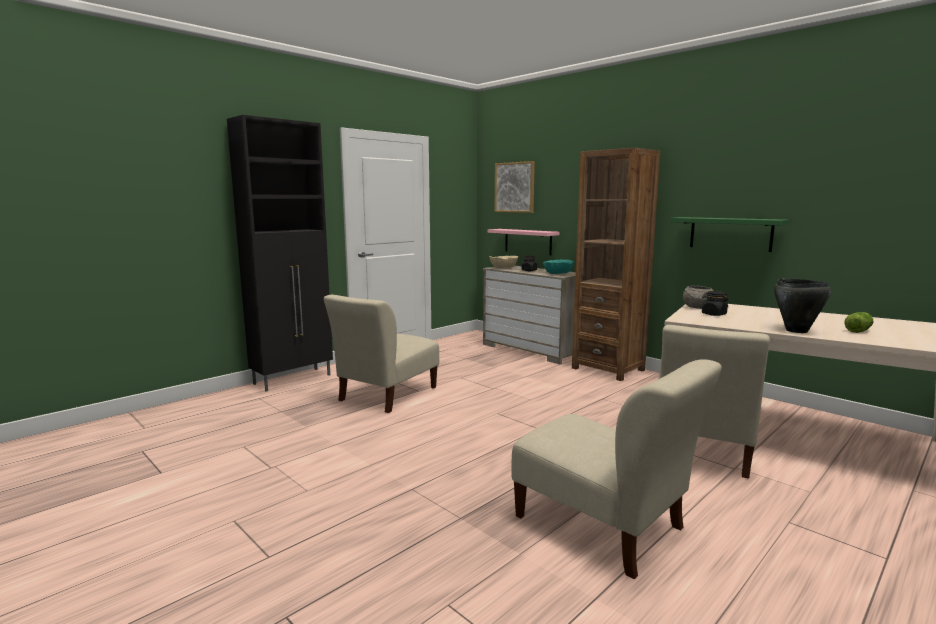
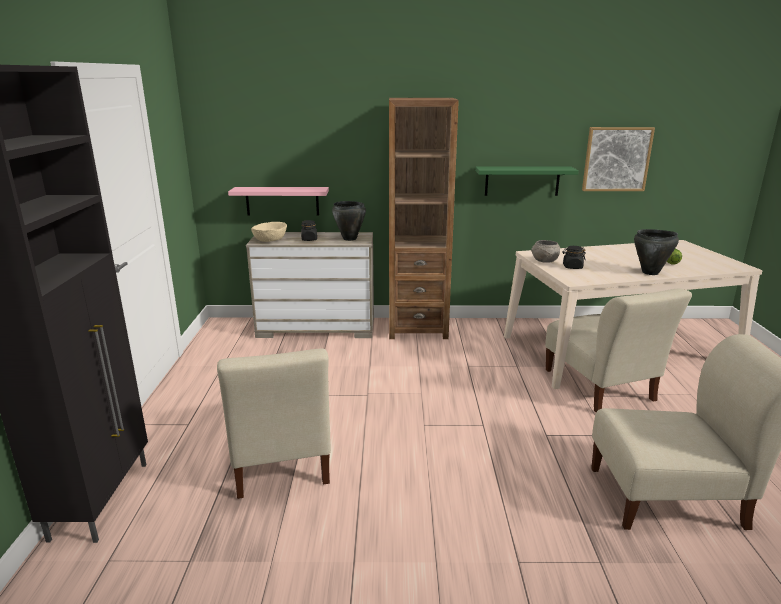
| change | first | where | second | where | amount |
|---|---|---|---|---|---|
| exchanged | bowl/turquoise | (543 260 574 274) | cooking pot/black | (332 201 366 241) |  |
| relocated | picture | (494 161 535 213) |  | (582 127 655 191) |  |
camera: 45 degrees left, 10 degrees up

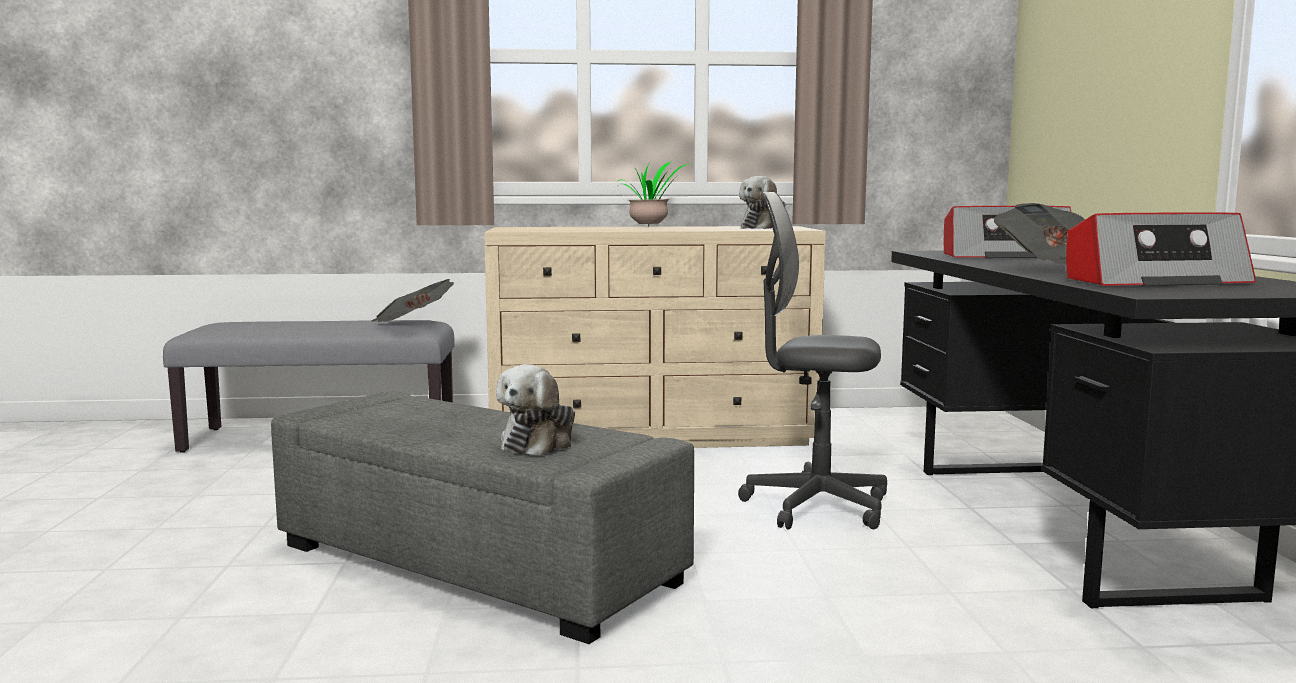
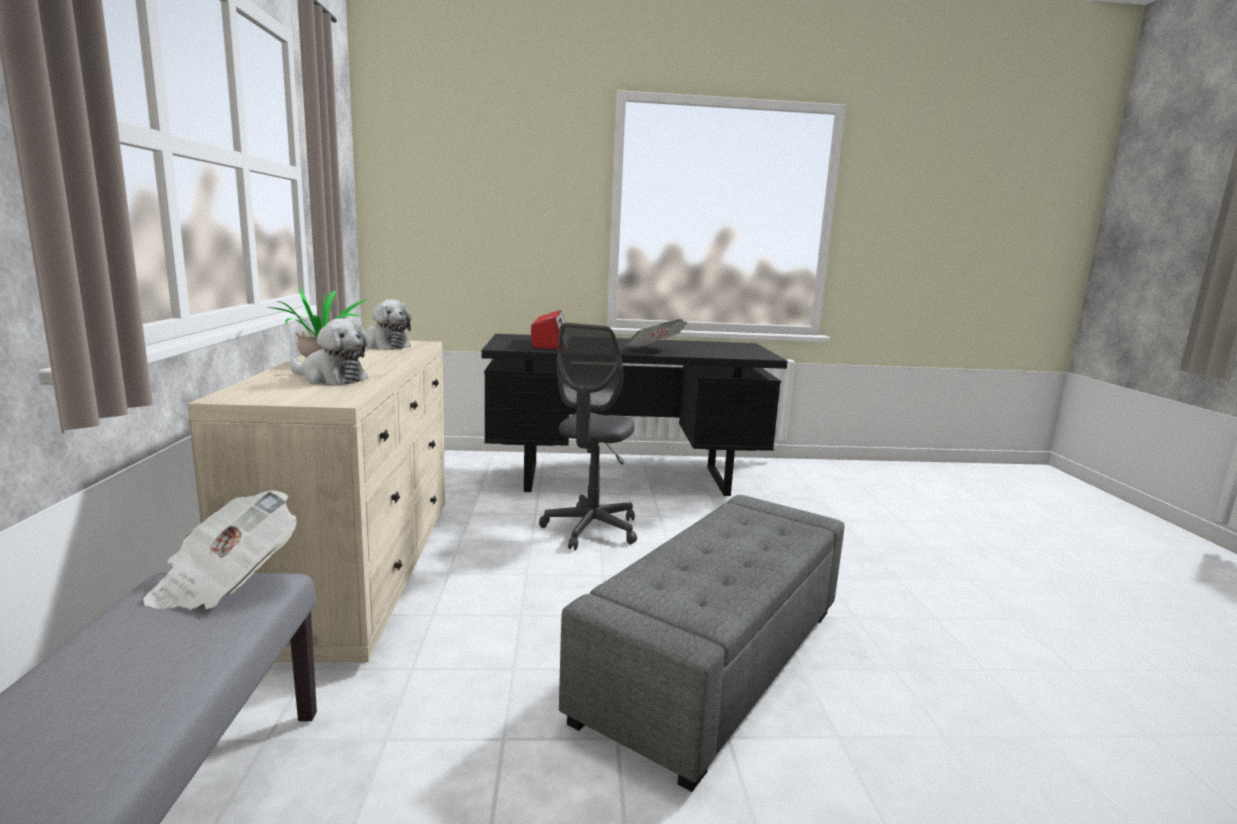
| change | first | where | second | where | amount |
|---|---|---|---|---|---|
| relocated | plush toy | (496 364 575 456) |  | (290 318 368 385) |  |
| missing | radio | (1066 212 1256 286) |  |  |  |
camera: 90 degrees left, 5 degrees up

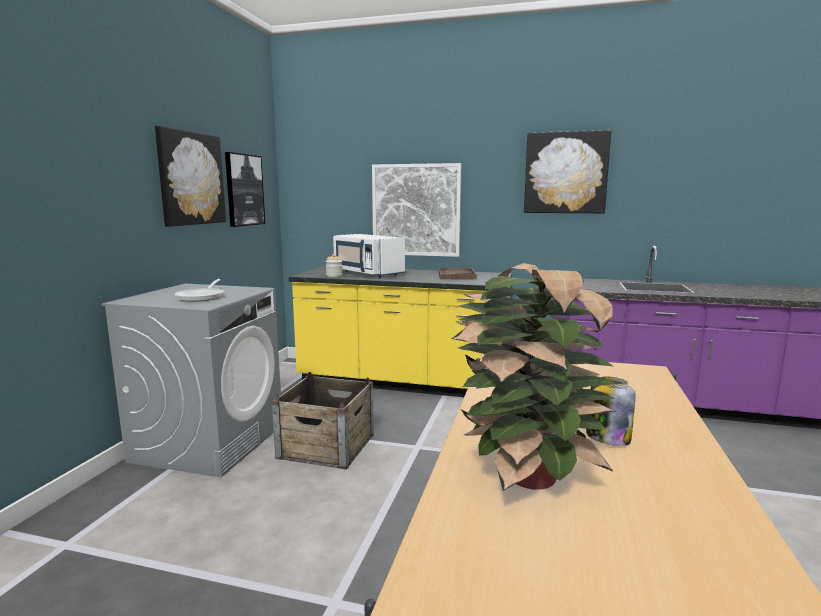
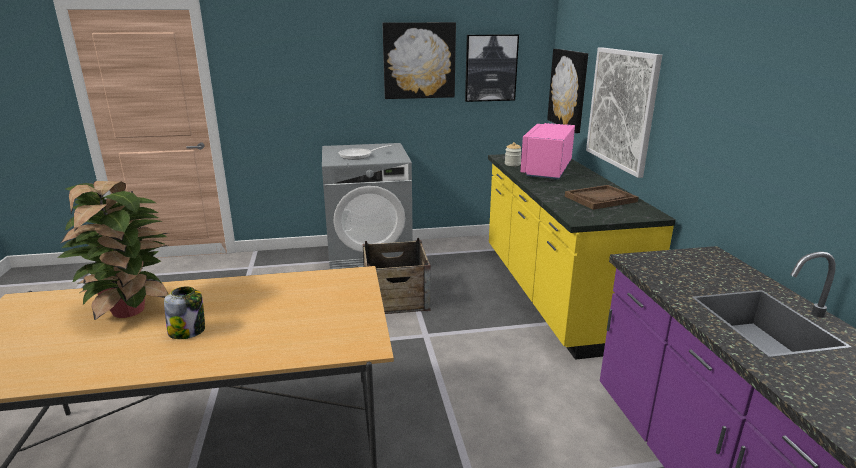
| change | first | where | second | where | amount |
|---|---|---|---|---|---|
| colour | microwave/white | (333 234 405 278) | microwave/pink | (521 123 575 180) |  |
| relocated | picture | (524 130 611 214) |  | (547 49 588 133) |  |
camera: 65 degrees right, 10 degrees up

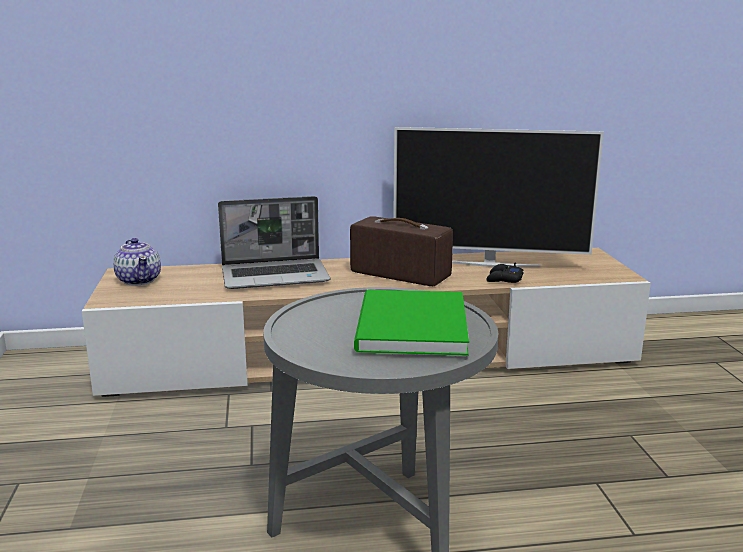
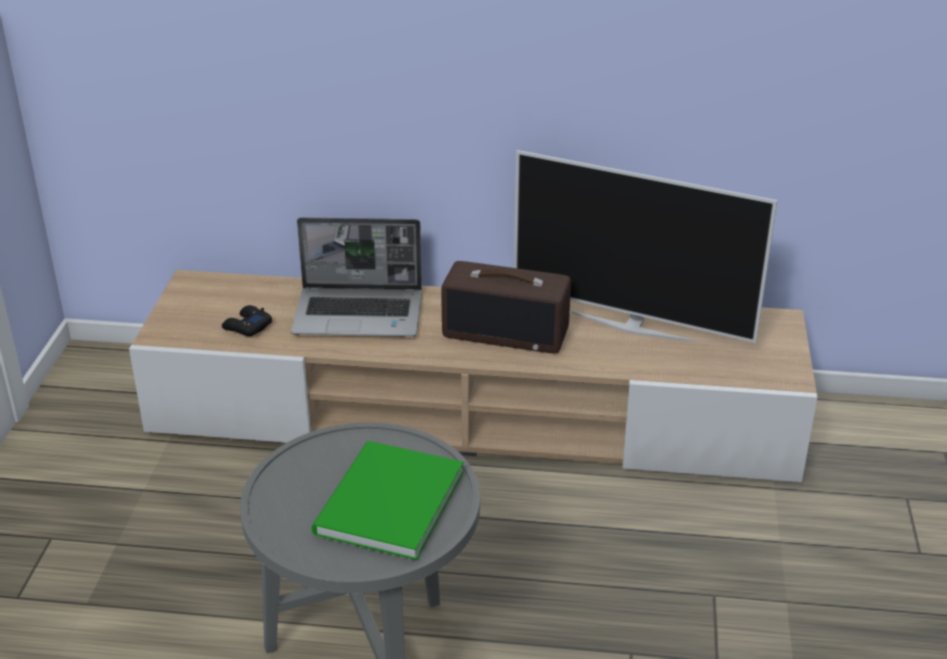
| change | first | where | second | where | amount |
|---|---|---|---|---|---|
| relocated | game controller/black | (487 263 524 283) |  | (222 305 272 336) |  |
| spun | radio | (350 216 453 286) |  | (441 261 571 354) | 150 degrees clockwise |
| missing | teapot | (113 238 161 286) |  |  |  |
camera: 15 degrees right, 15 degrees up

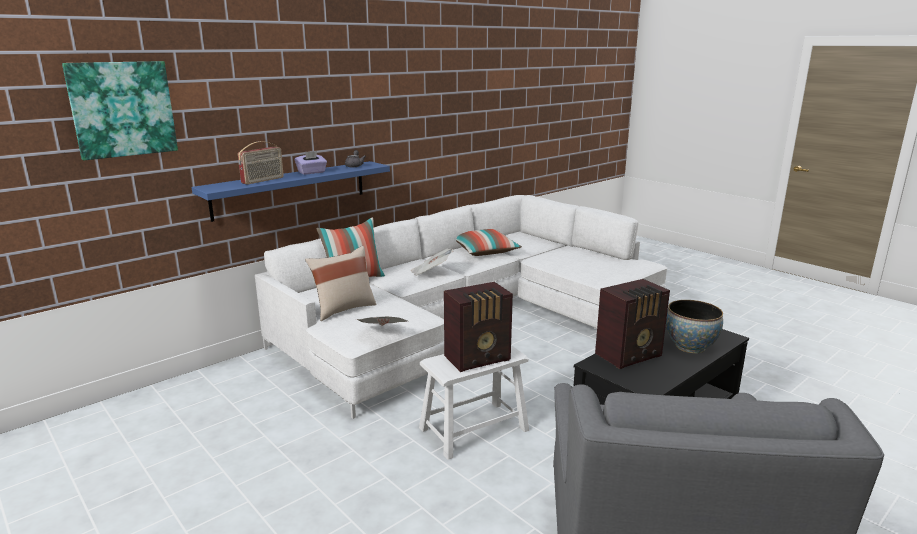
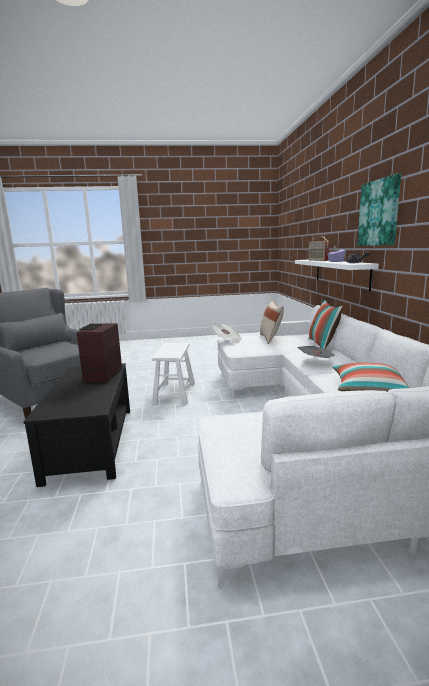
| change | first | where | second | where | amount |
|---|---|---|---|---|---|
| colour | shelf/blue | (192 161 390 222) | shelf/white | (295 260 379 292) |  |
| relocated | picture | (62 61 178 160) |  | (357 173 401 246) |  |
| missing | radio | (444 282 513 372) |  |  |  |
| missing | bowl | (666 300 723 353) |  |  |  |
camera: 125 degrees right, 5 degrees down

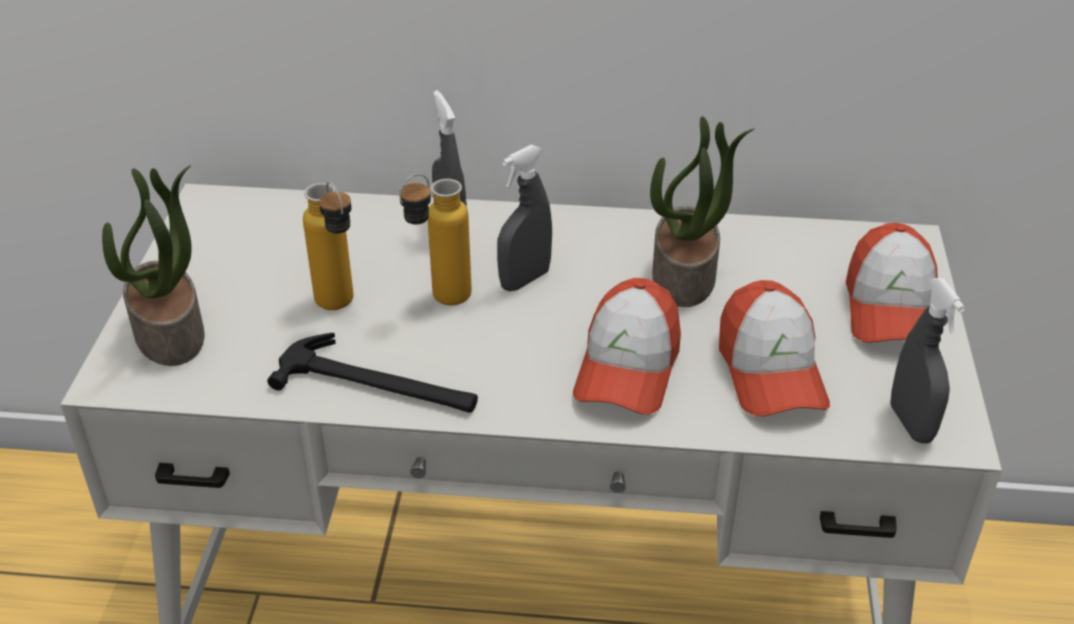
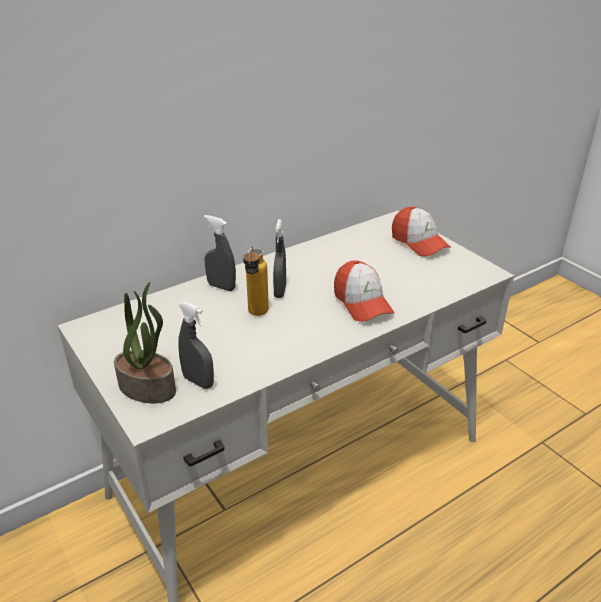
| change | first | where | second | where | amount |
|---|---|---|---|---|---|
| relocated | spray bottle/grey | (890 278 965 444) |  | (178 301 214 389) |  |
| missing | hammer | (267 333 478 413) |  |  |  |
| missing | bottle | (303 182 353 310) |  |  |  |
| missing | potted plant | (650 116 754 307) |  |  |  |
| missing | cap | (719 280 830 416) |  |  |  |
camera: 40 degrees left, 5 degrees down

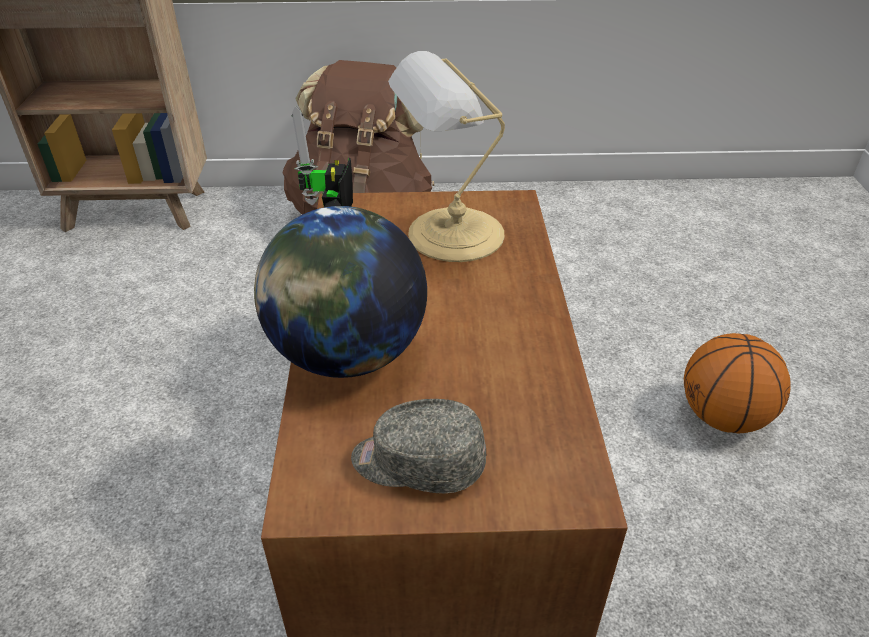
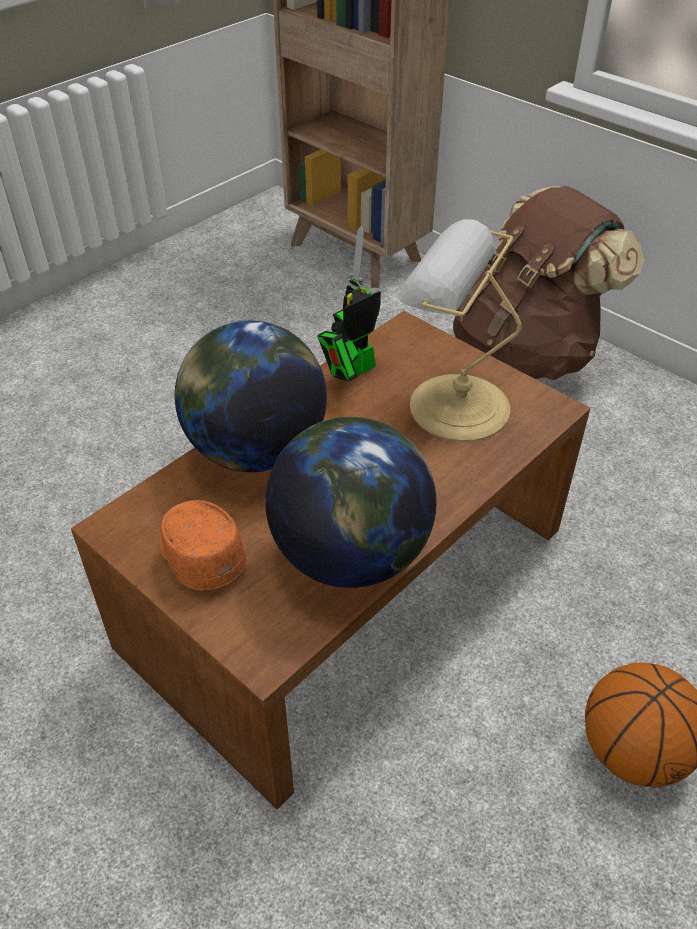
| change | first | where | second | where | amount |
|---|---|---|---|---|---|
| colour | cap/grey | (351 399 486 493) | cap/orange | (160 500 246 590) |  |
| appeared |  |  | globe | (265 416 437 588) |  |
camera: 45 degrees right, 5 degrees up

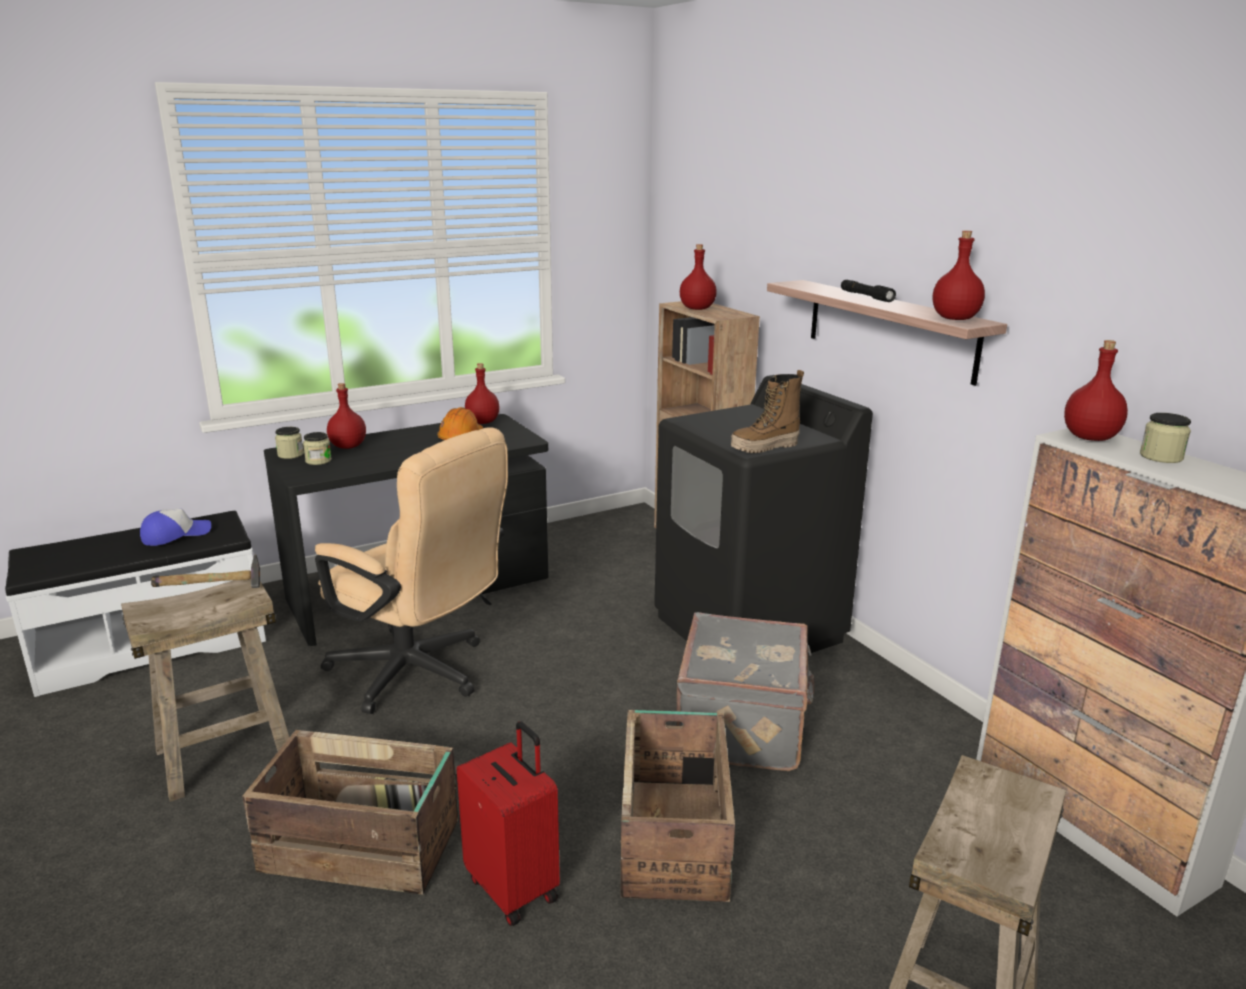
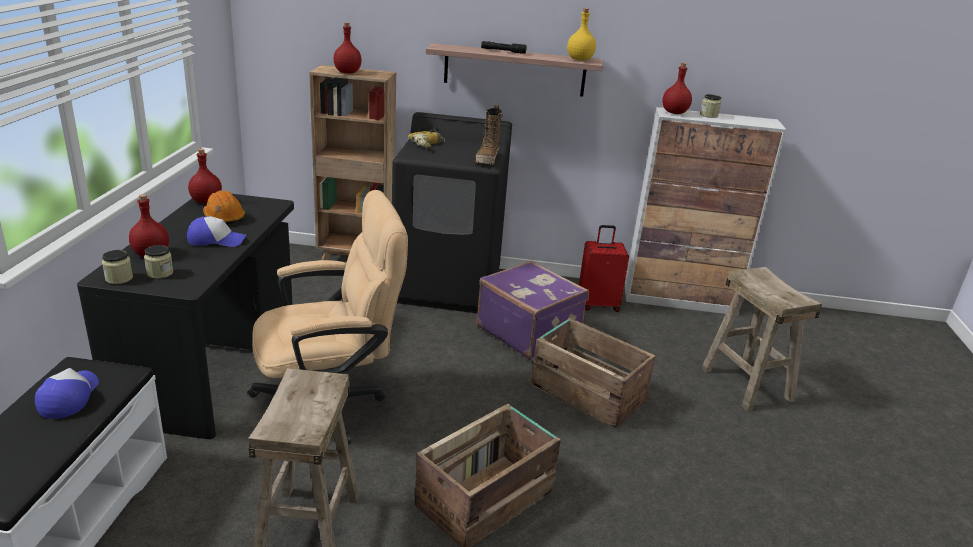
| change | first | where | second | where | amount |
|---|---|---|---|---|---|
| appeared |  |  | cap | (187 216 246 247) |  |
| appeared |  |  | power drill | (409 129 445 149) |  |
| colour | suitcase/grey | (677 612 815 771) | suitcase/purple | (476 261 589 361) |  |
| colour | bottle/red | (933 231 985 320) | bottle/yellow | (567 8 596 61) |  |
| relocated | suitcase/red | (457 721 560 926) |  | (579 225 629 312) |  |
| missing | hammer | (151 554 260 588) |  |  |  |
camera: 55 degrees left, 5 degrees up

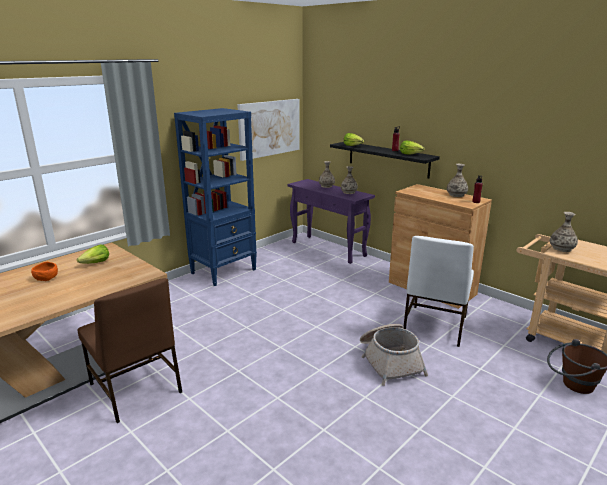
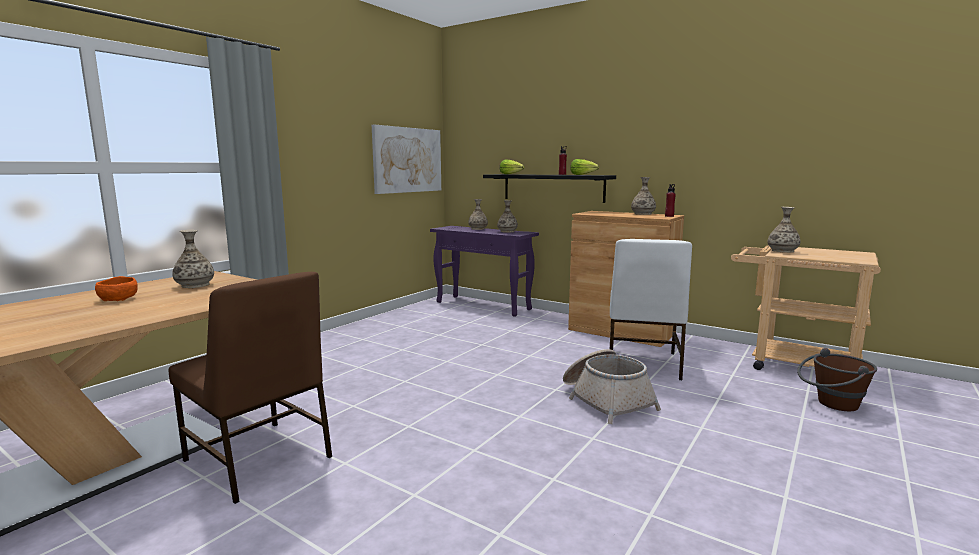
| change | first | where | second | where | amount |
|---|---|---|---|---|---|
| exchanged | lettuce | (77 245 109 264) | vase | (172 230 214 288) |  |
| missing | bookcase/blue | (174 108 257 286) |  |  |  |
camera: 10 degrees left, 10 degrees down

